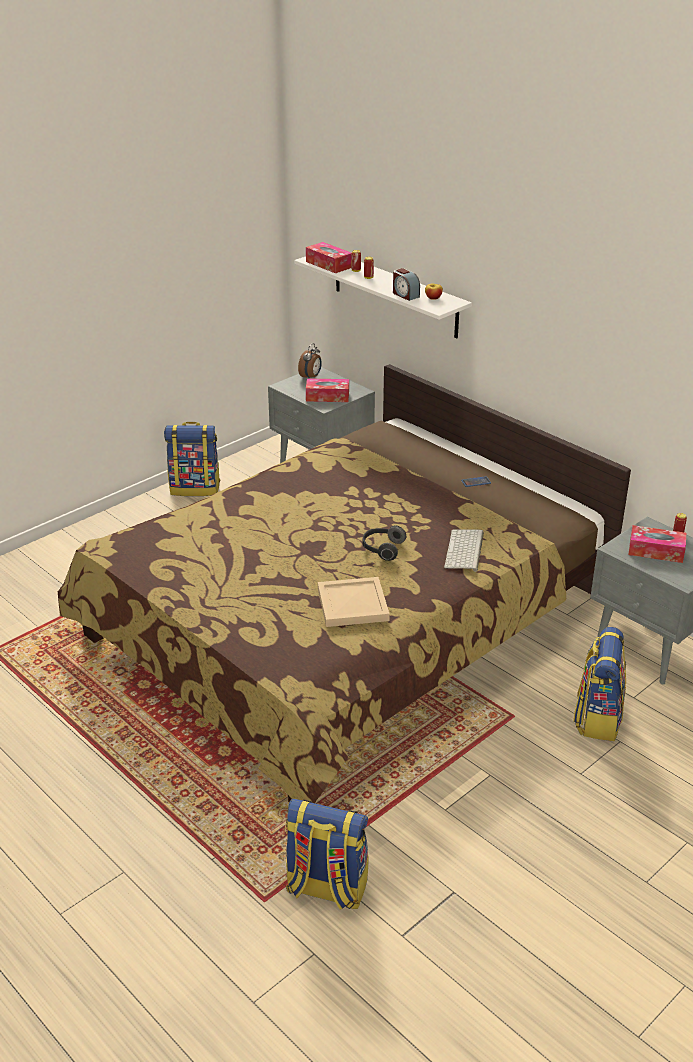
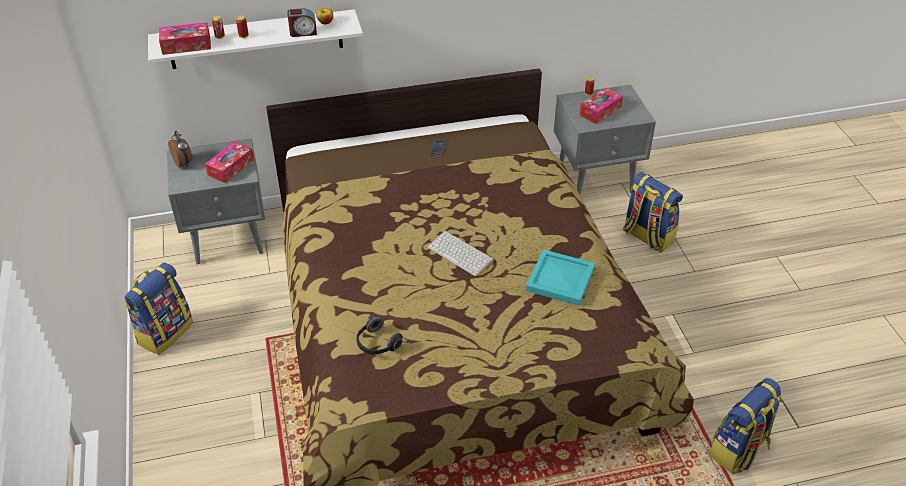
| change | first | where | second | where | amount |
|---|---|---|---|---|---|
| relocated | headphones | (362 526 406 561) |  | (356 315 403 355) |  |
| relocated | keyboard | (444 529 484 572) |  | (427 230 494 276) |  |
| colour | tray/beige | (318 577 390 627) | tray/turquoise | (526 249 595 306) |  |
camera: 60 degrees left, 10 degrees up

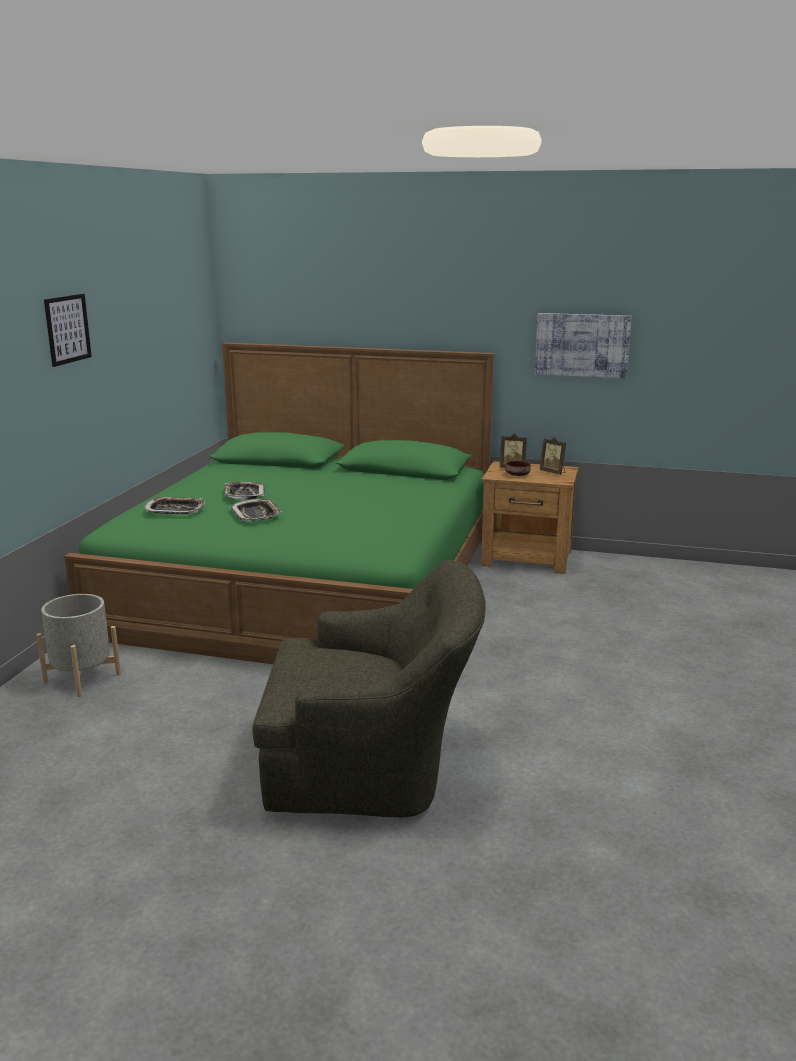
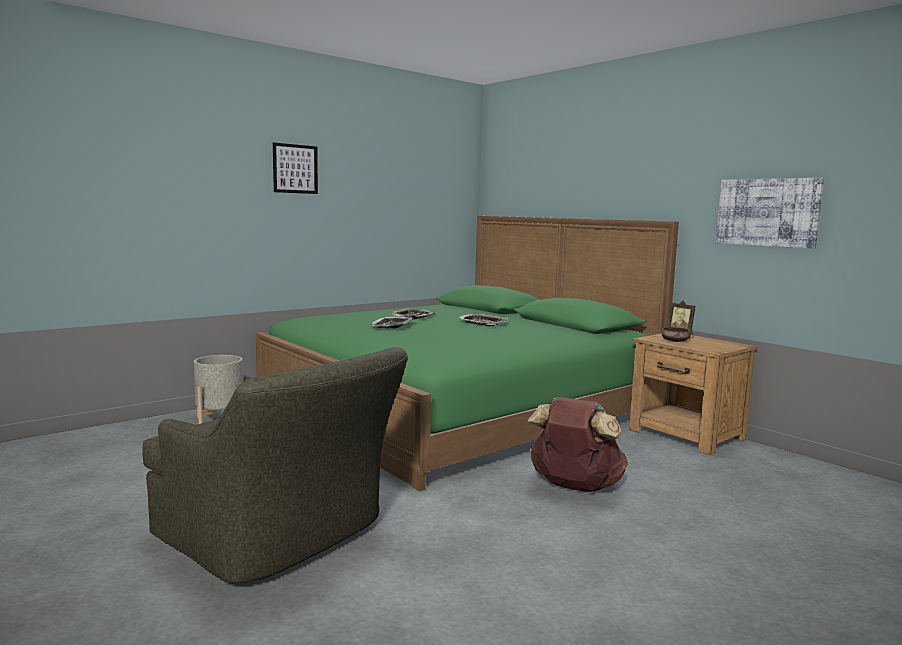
| change | first | where | second | where | amount |
|---|---|---|---|---|---|
| relocated | tray | (144 497 205 514) |  | (458 313 508 326) |  |
| appeared |  |  | backpack/brown | (528 397 628 492) |  |
| missing | picture frame | (539 437 566 475) |  |  |  |
camera: 35 degrees right, 10 degrees down

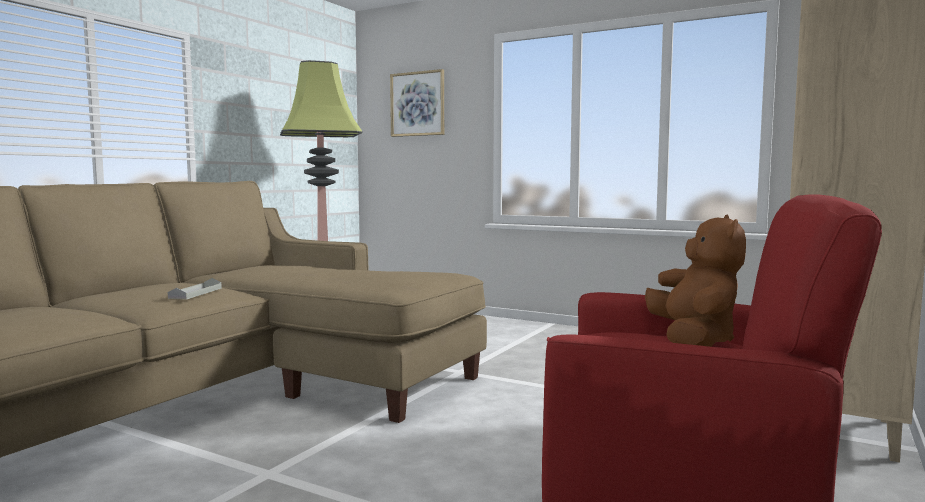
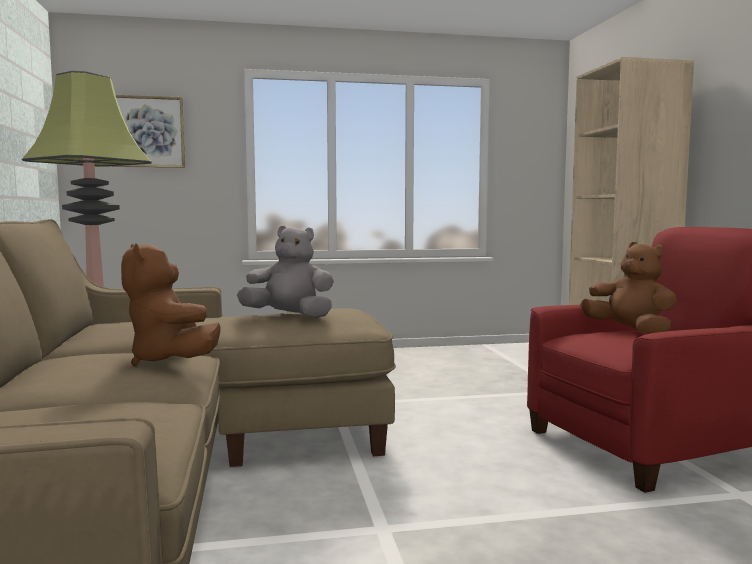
| change | first | where | second | where | amount |
|---|---|---|---|---|---|
| exchanged | tray/grey | (168 278 222 300) | plush toy/brown | (121 243 221 366) |  |
| appeared |  |  | plush toy/grey | (237 226 334 318) |  |
camera: 40 degrees left, 0 degrees up

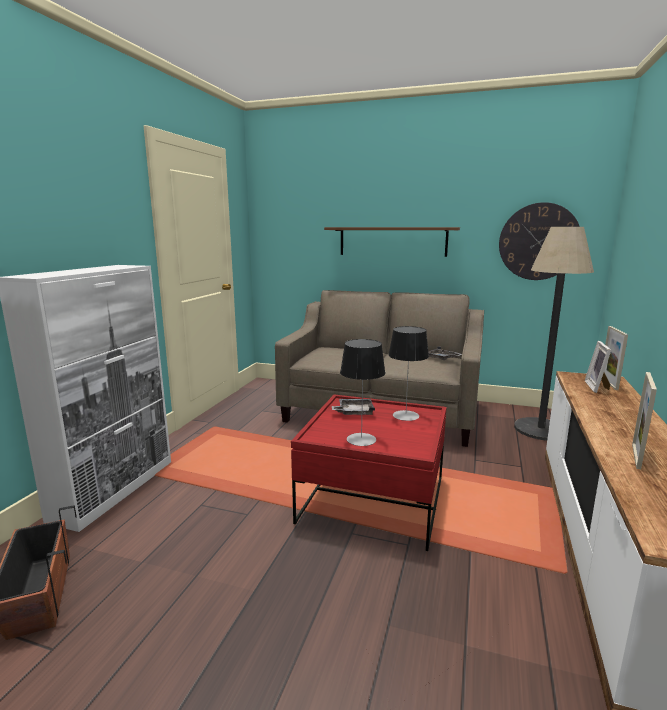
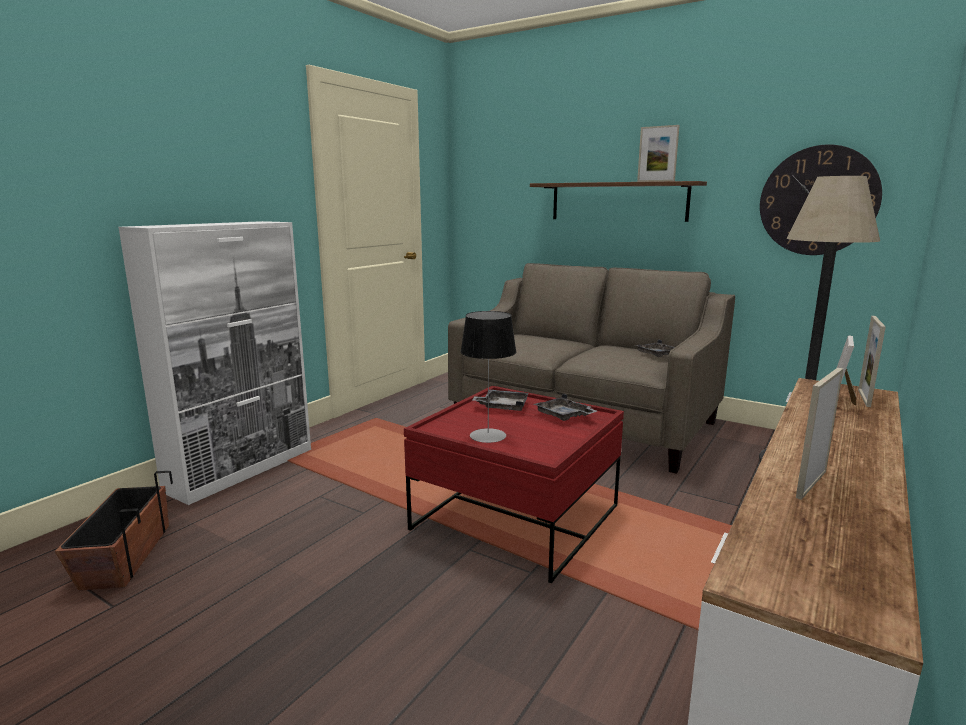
| change | first | where | second | where | amount |
|---|---|---|---|---|---|
| exchanged | table lamp | (388 326 429 421) | tray/grey | (534 393 597 421) |  |
| appeared |  |  | picture frame | (637 125 680 182) |  |
camera: 15 degrees right, 0 degrees up

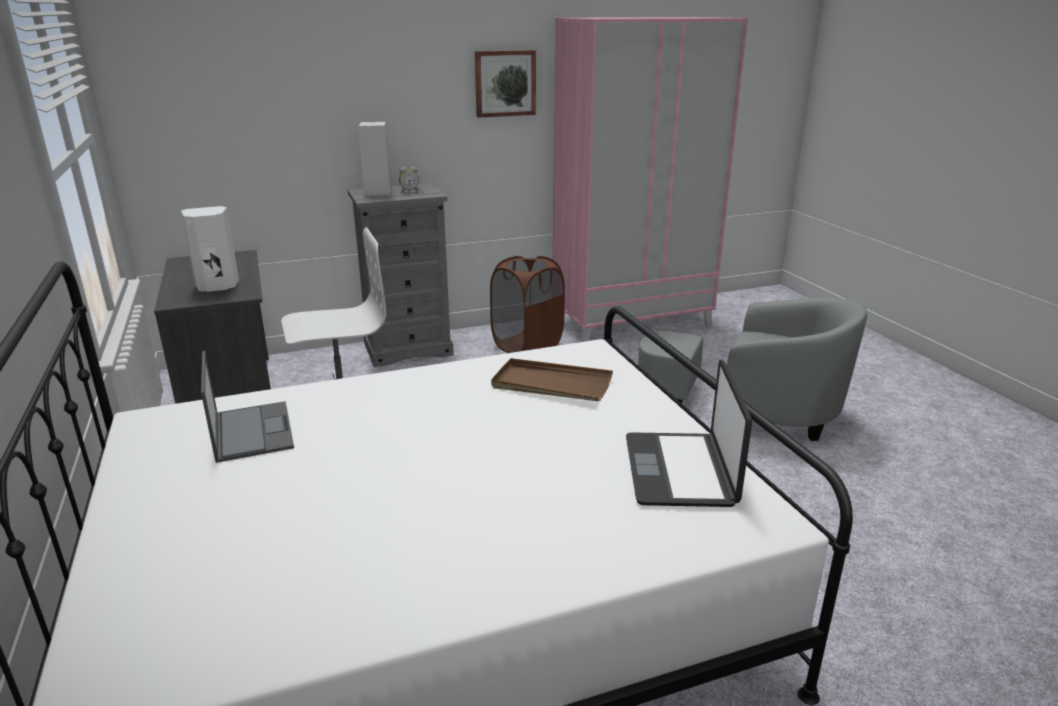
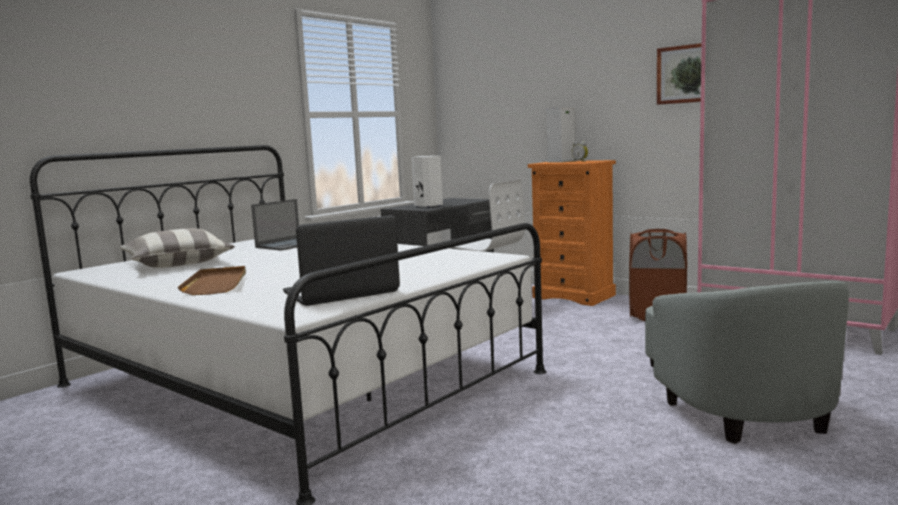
| change | first | where | second | where | amount |
|---|---|---|---|---|---|
| appeared |  |  | pillow | (120 228 235 268) |  |
| relocated | tray/brown | (491 358 613 401) |  | (178 266 246 295) |  |
| colour | dresser/grey | (348 183 454 367) | dresser/orange | (528 160 616 306) |  |
camera: 60 degrees right, 15 degrees down

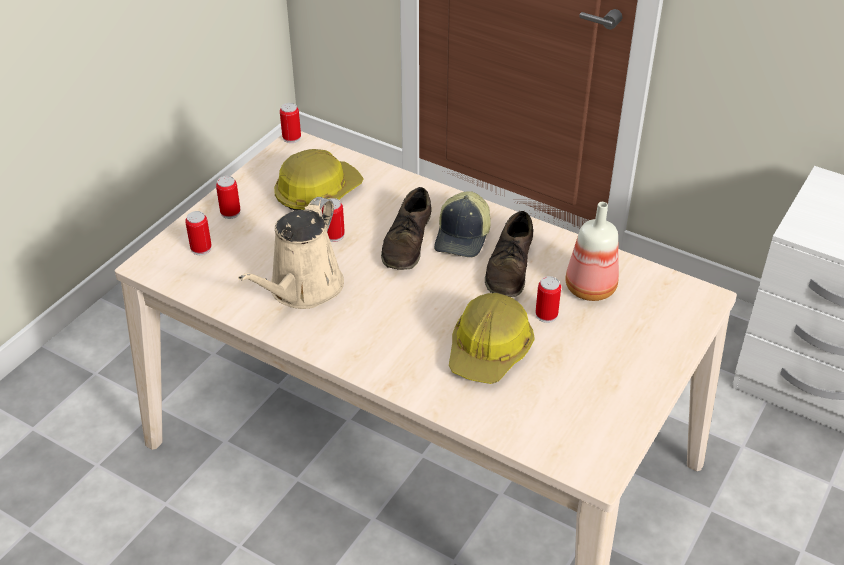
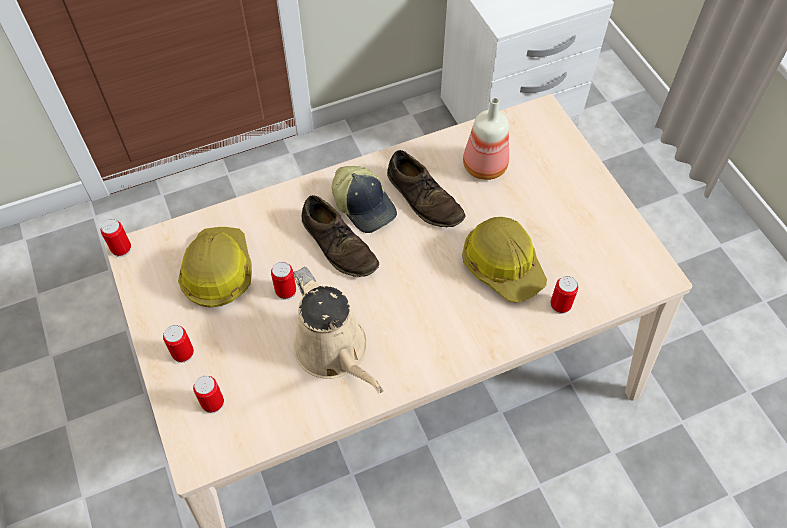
| change | first | where | second | where | amount |
|---|---|---|---|---|---|
| relocated | can | (536 276 561 323) |  | (550 276 578 314) |  |
camera: 55 degrees left, 15 degrees up

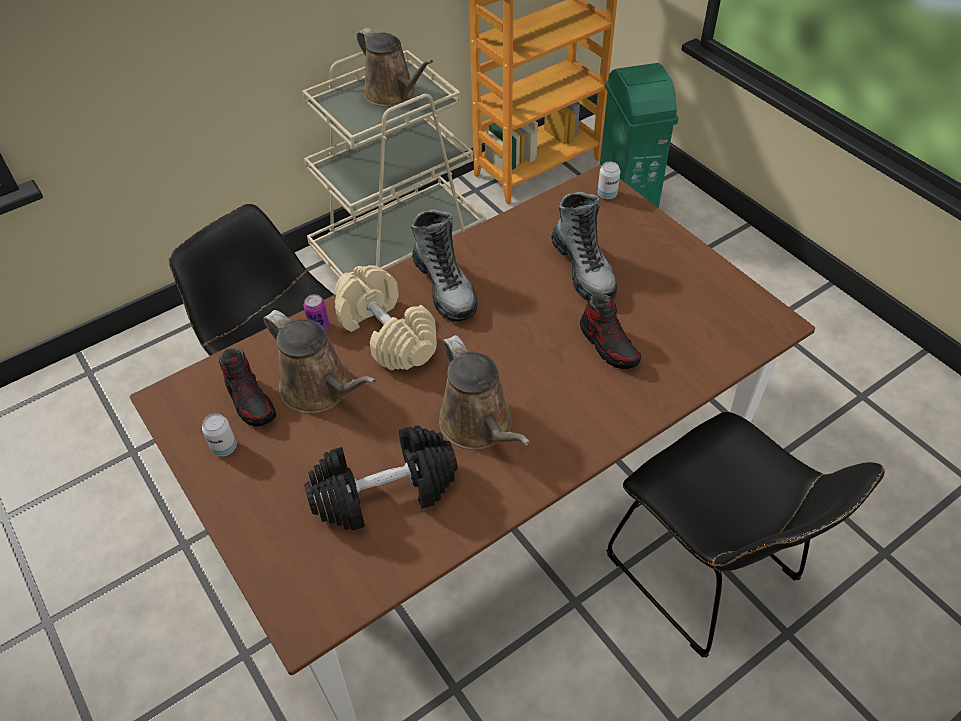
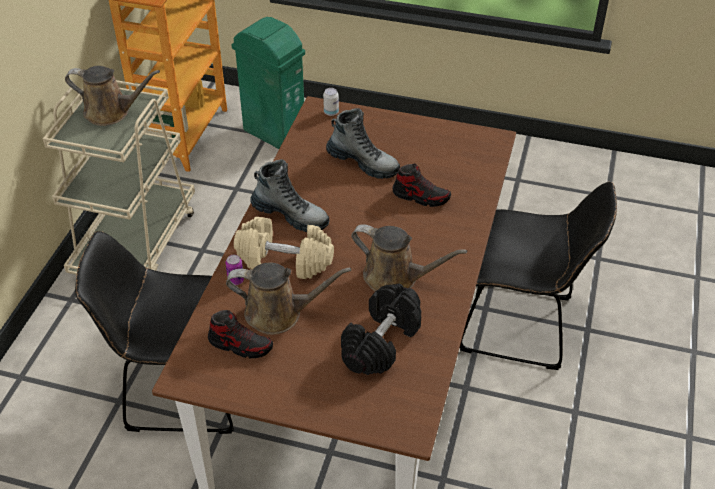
| change | first | where | second | where | amount |
|---|---|---|---|---|---|
| missing | can | (202 413 237 456) |  |  |  |
camera: 40 degrees left, 5 degrees down

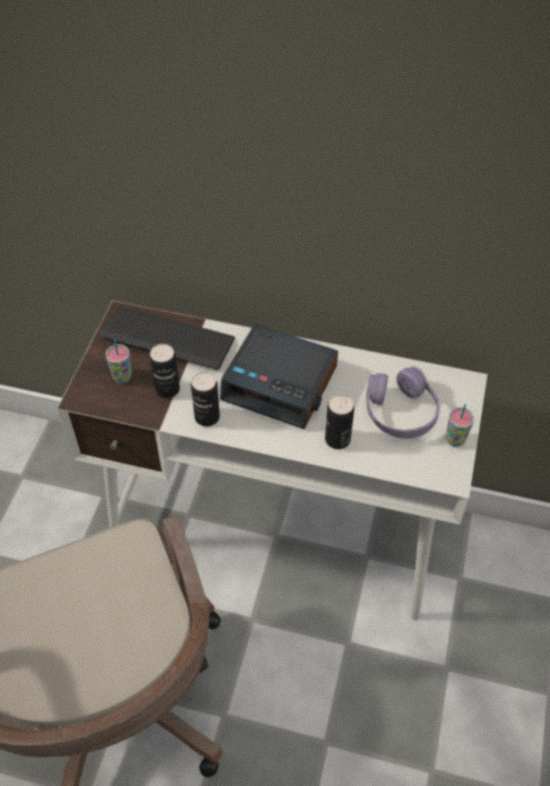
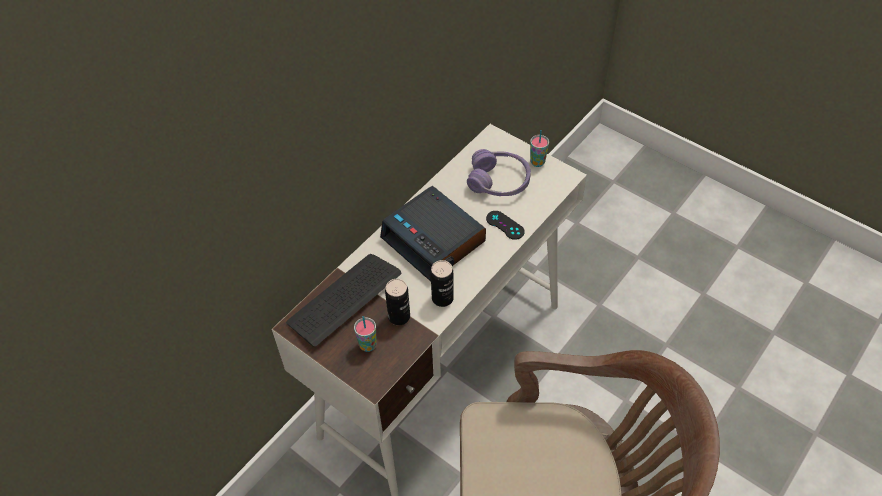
| change | first | where | second | where | amount |
|---|---|---|---|---|---|
| spun | alarm clock | (220 324 338 429) |  | (380 186 486 281) | 90 degrees clockwise |
| exchanged | can | (325 394 354 449) | game controller/black | (486 211 525 240) |  |
camera: 65 degrees left, 0 degrees up

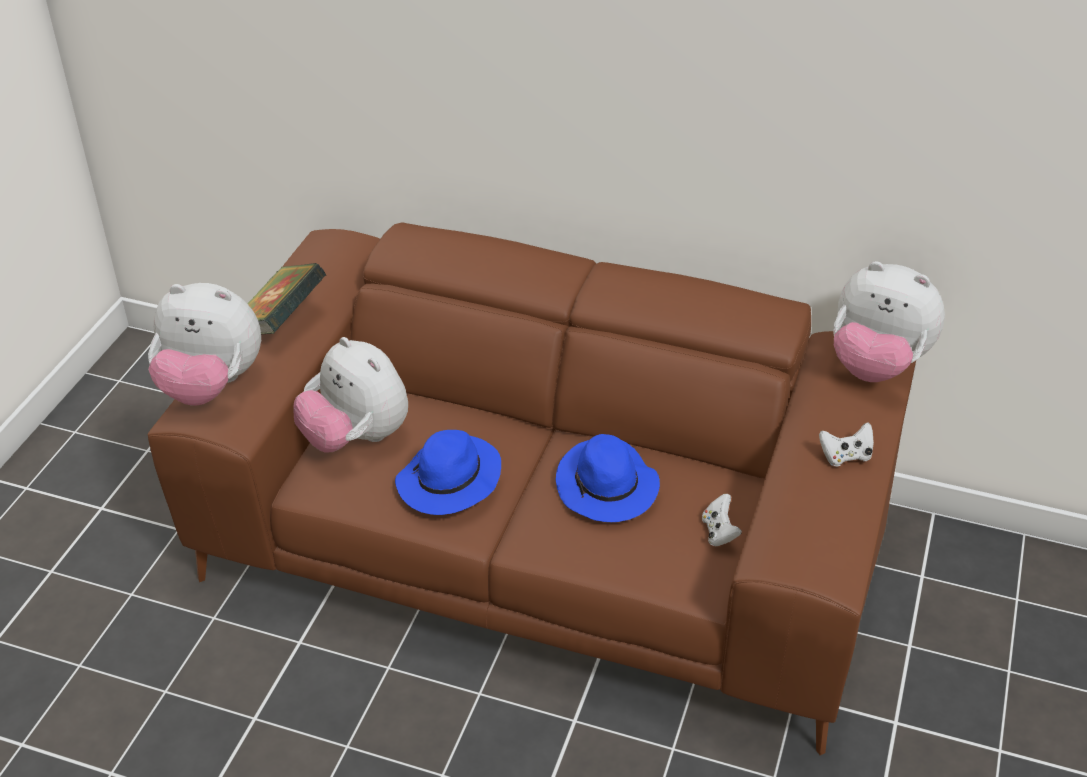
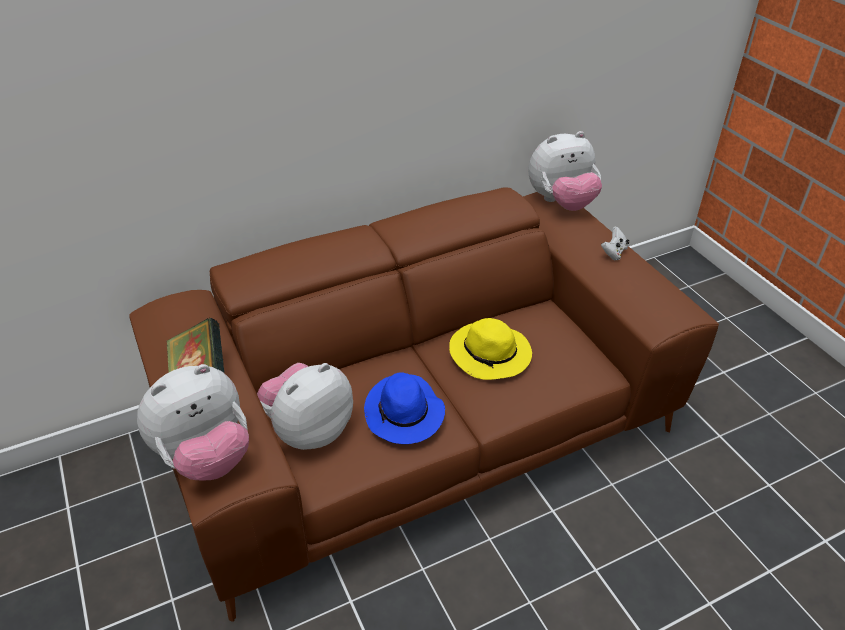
| change | first | where | second | where | amount |
|---|---|---|---|---|---|
| spun | plush toy | (293 337 408 452) |  | (257 363 353 450) | 135 degrees clockwise |
| colour | hat/blue | (556 434 660 522) | hat/yellow | (449 318 532 380) |  |
| missing | game controller/white | (702 494 742 546) |  |  |  |
camera: 45 degrees left, 0 degrees up

